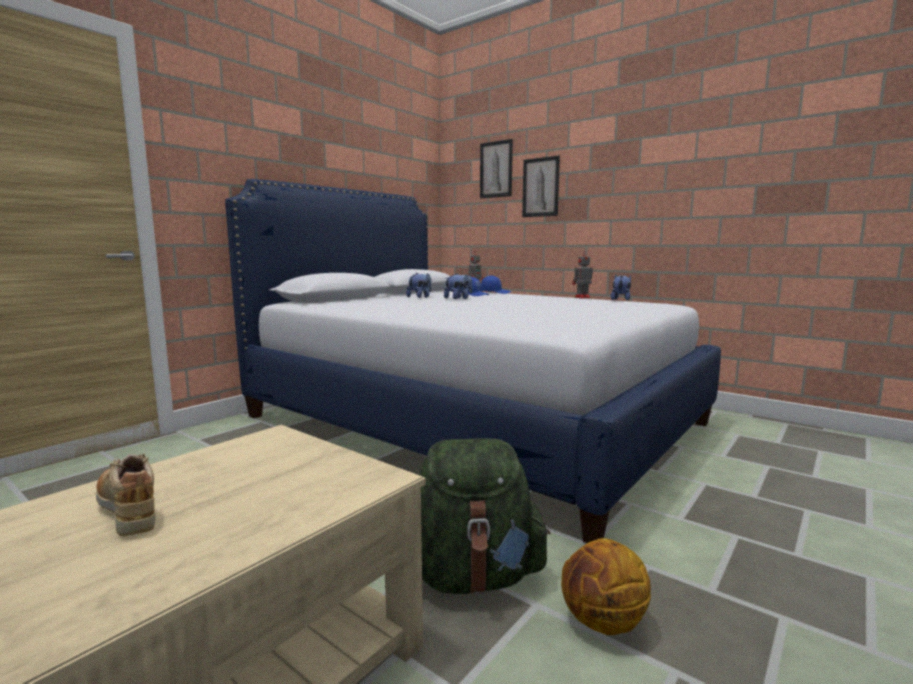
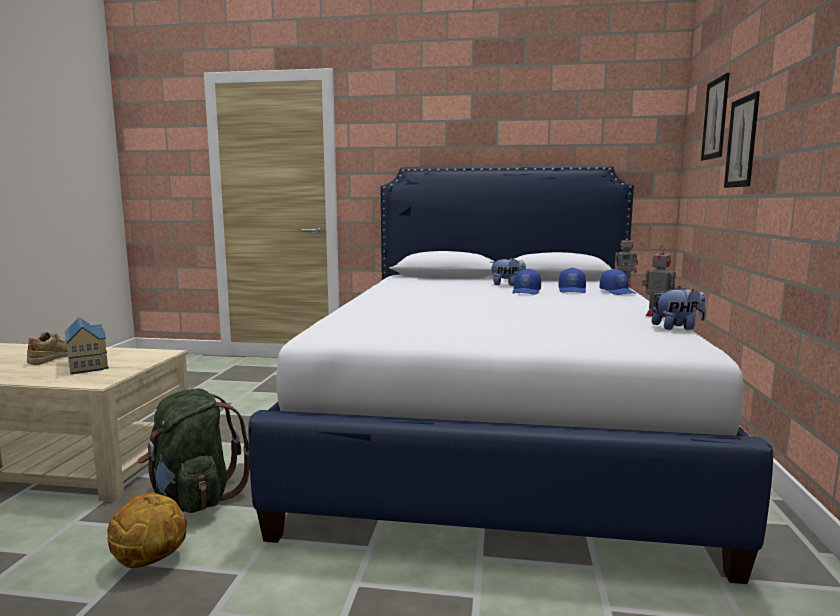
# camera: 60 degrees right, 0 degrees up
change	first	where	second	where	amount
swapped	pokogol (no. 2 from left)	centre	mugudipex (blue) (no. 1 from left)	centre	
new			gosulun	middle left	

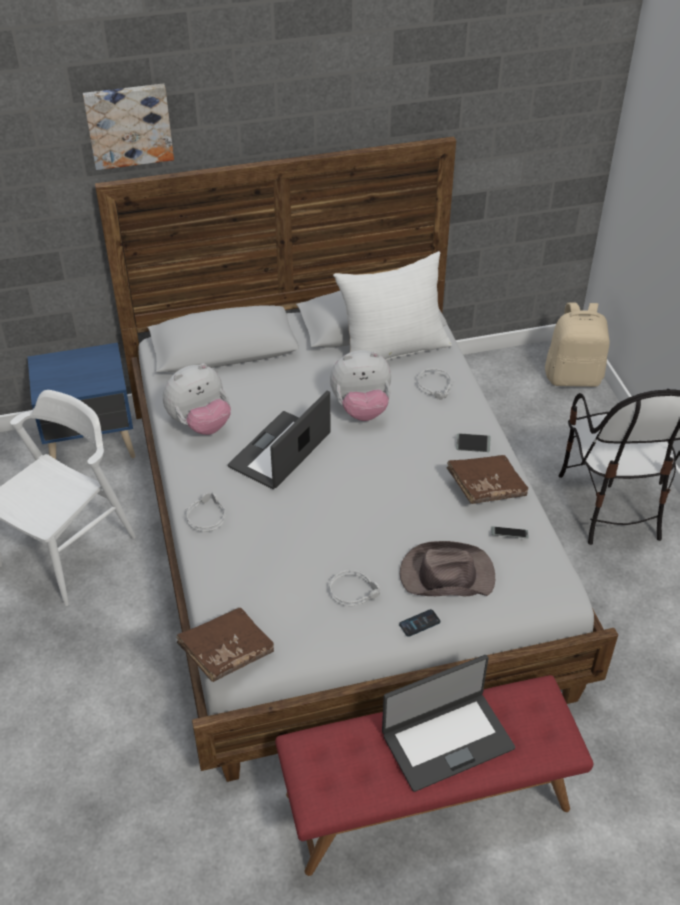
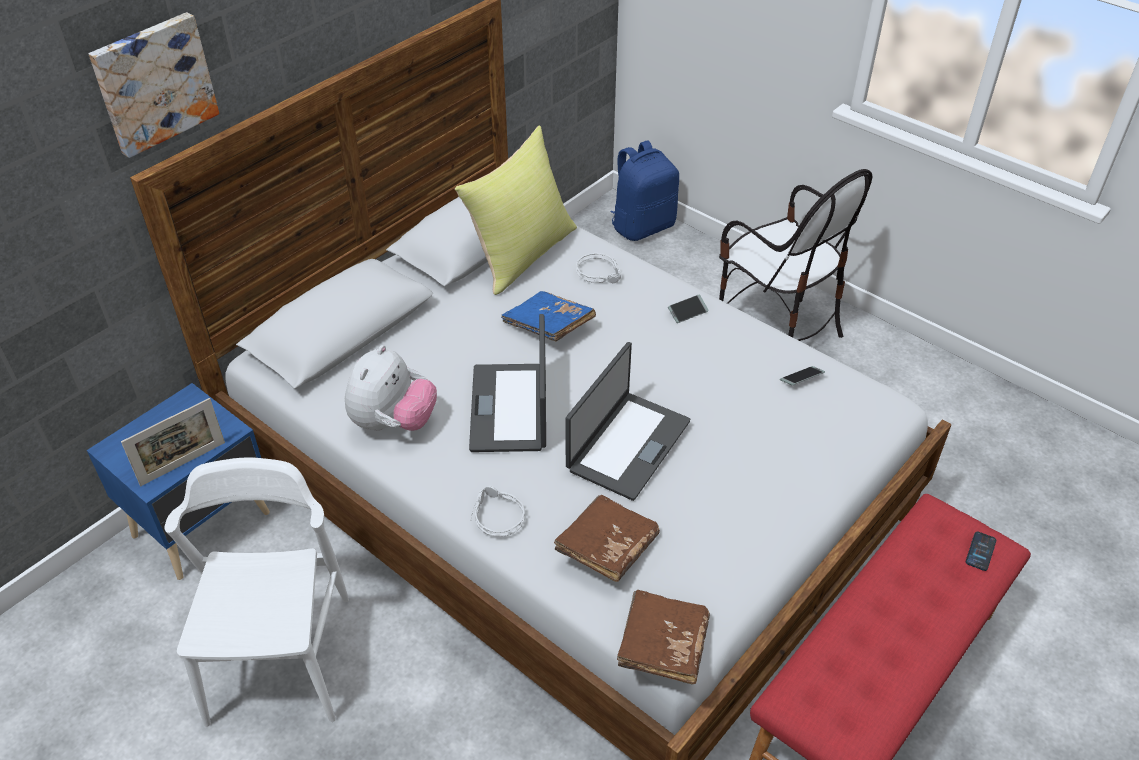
# camera: 35 degrees left, 0 degrees up
change	first	where	second	where	amount
swapped	pokogol (no. 2 from left)	centre	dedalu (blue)	centre	
gone	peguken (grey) (no. 2 from left)	centre			
repainted	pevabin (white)	centre	pevabin (yellow)	top centre	
shifted	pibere (no. 2 from left)	bottom centre		centre	
shifted	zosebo (no. 1 from left in the first image)	bottom centre	zosebo (no. 3 from left)	bottom right	
gone	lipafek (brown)	centre			
shifted	dedalu (brown) (no. 2 from left in the first image)	middle right	dedalu (brown) (no. 1 from left)	bottom centre	
repainted	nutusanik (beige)	middle right	nutusanik (blue)	top centre	
new			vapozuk	middle left	

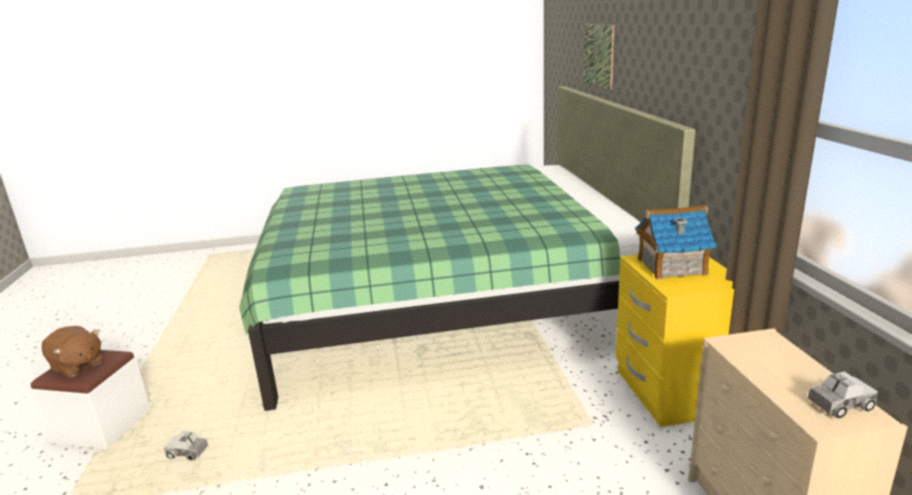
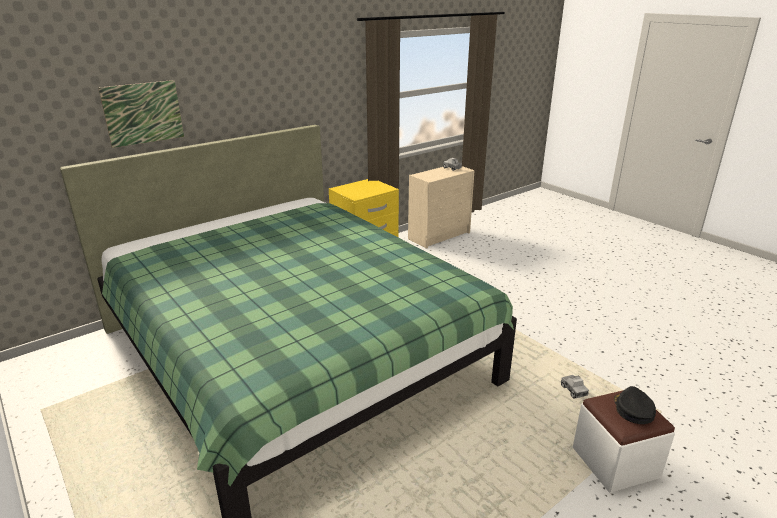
# camera: 120 degrees left, 5 degrees up
change	first	where	second	where	amount
swapped	pokogol (brown)	bottom left	mugudipex (black)	bottom right	
gone	gosulun	middle right			

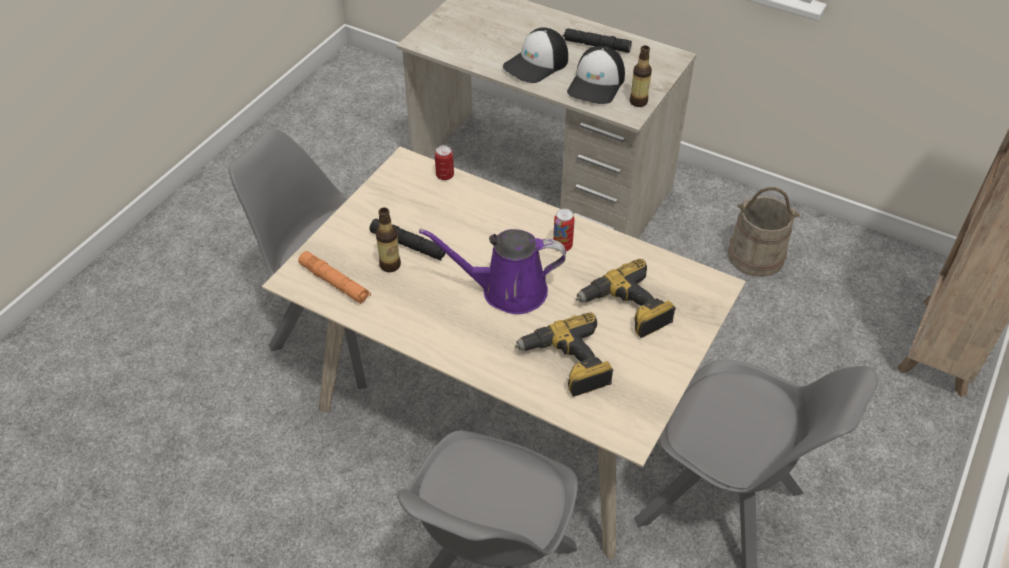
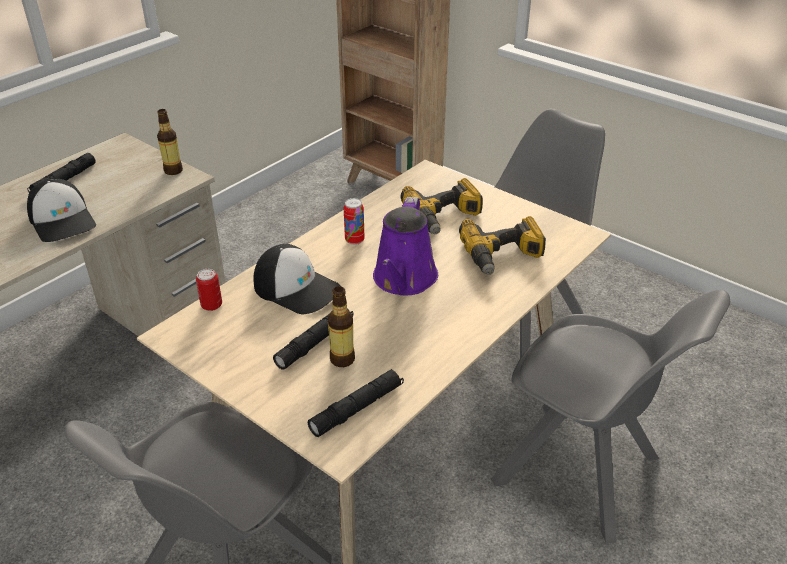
# camera: 80 degrees left, 10 degrees down
change	first	where	second	where	amount
repainted	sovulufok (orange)	middle left	sovulufok (black) (no. 3 from left)	bottom centre	
shifted	mugudipex (no. 2 from left)	top centre		centre	
gone	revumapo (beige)	middle right			

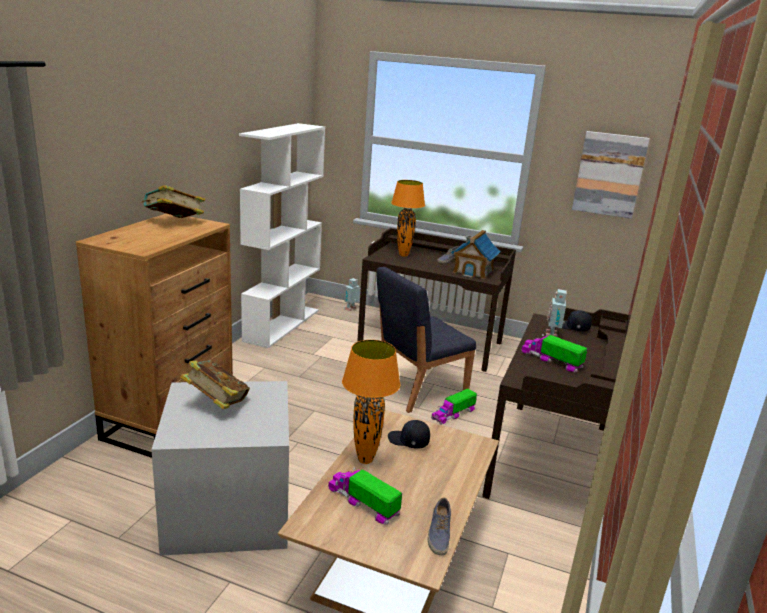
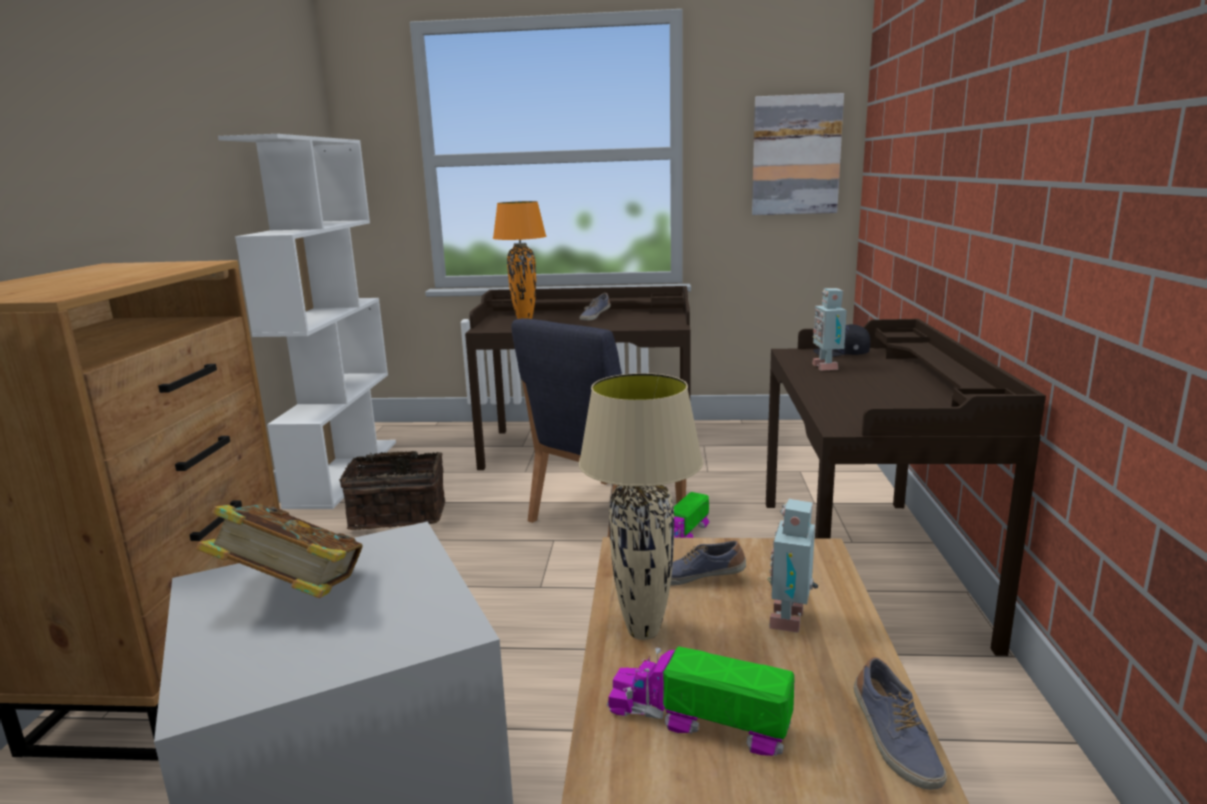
# camera: 15 degrees left, 5 degrees down
change	first	where	second	where	amount
gone	dedalu (no. 1 from left)	top left			
repainted	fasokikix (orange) (no. 1 from left)	centre	fasokikix (beige)	centre	
shifted	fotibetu (no. 1 from left)	centre		bottom centre	
swapped	mugudipex (black) (no. 1 from left)	bottom centre	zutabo (no. 2 from left)	bottom centre	
gone	gosulun	centre			
gone	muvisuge (no. 3 from left)	middle right			
new			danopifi	middle left	

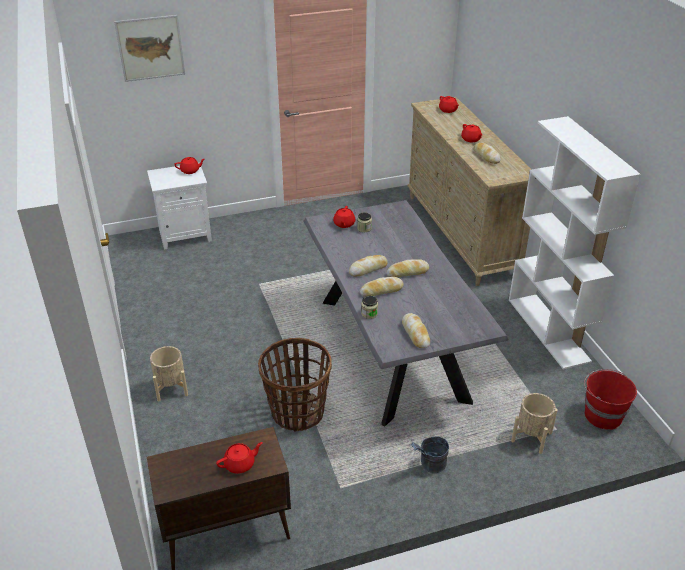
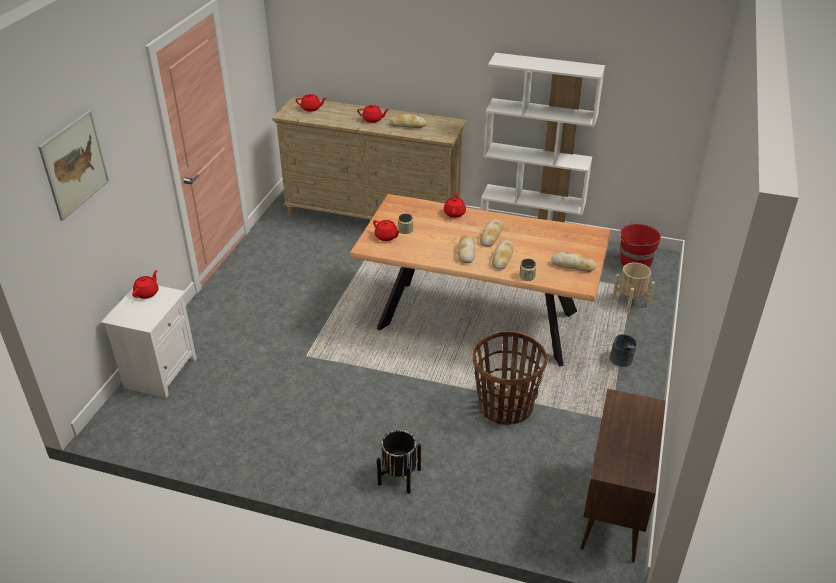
# camera: 55 degrees left, 0 degrees up
change	first	where	second	where	amount
repainted	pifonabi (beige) (no. 1 from left)	middle left	pifonabi (black)	bottom centre	
shifted	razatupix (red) (no. 2 from left in the first image)	bottom centre	razatupix (red) (no. 5 from left)	centre	
repainted	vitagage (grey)	centre	vitagage (brown)	centre	

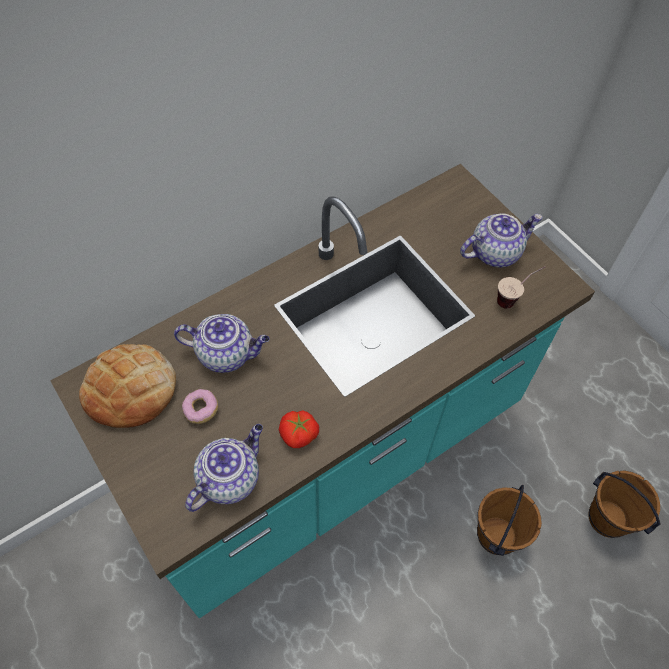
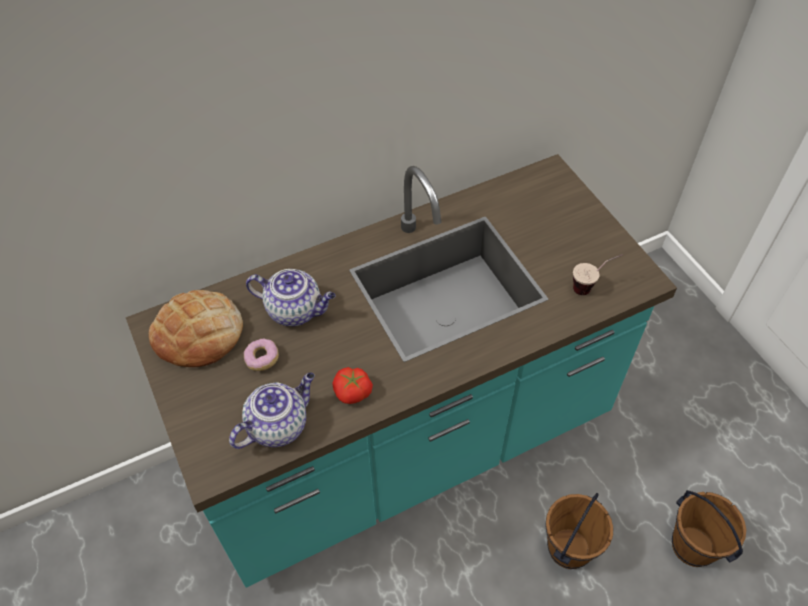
# camera: 10 degrees right, 5 degrees down
change	first	where	second	where	amount
gone	razatupix (no. 3 from left)	middle right			

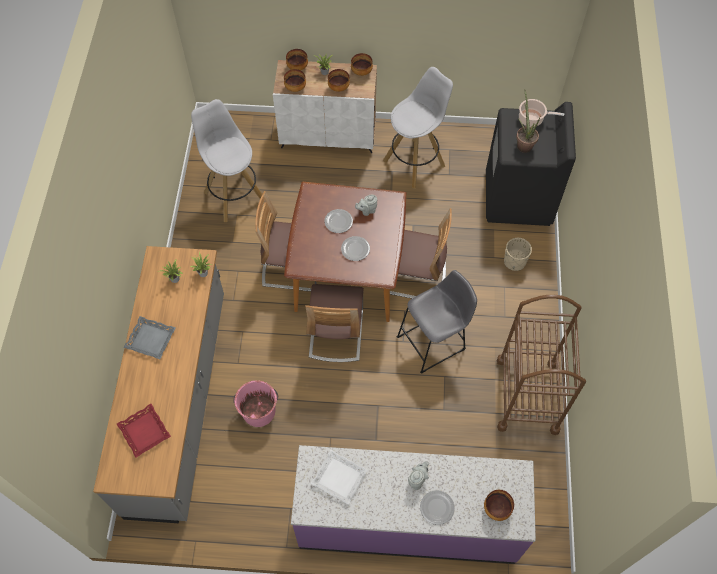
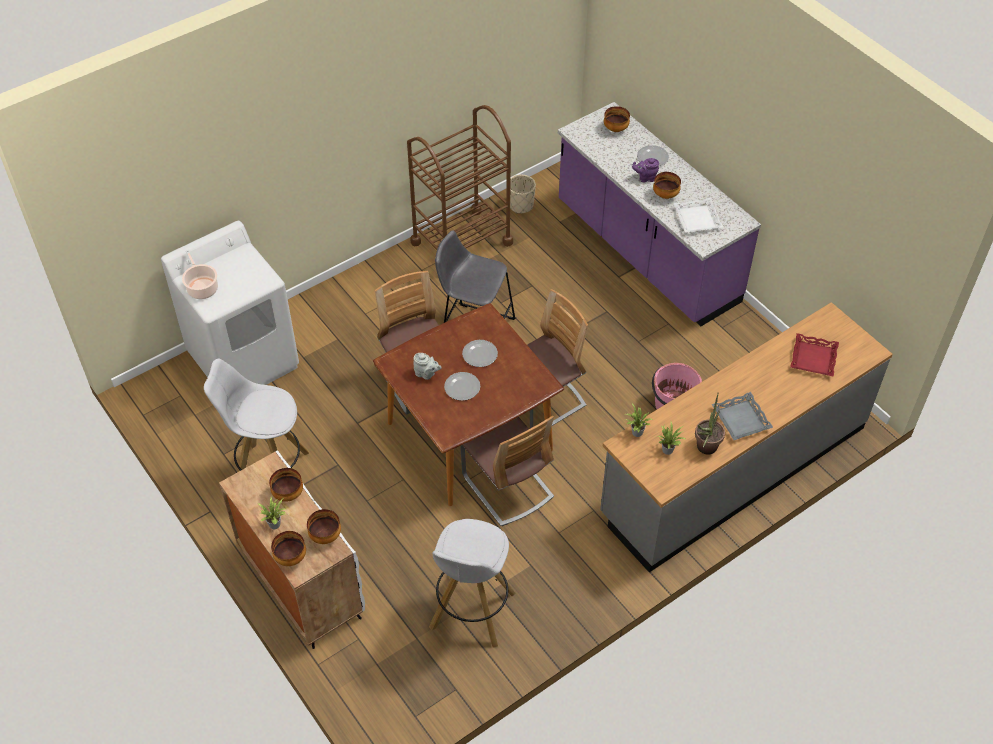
# camera: 130 degrees left, 10 degrees down
change	first	where	second	where	amount
shifted	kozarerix (no. 4 from left in the first image)	top centre	kozarerix (no. 5 from left)	top right	
repainted	razatupix (grey) (no. 2 from left)	bottom centre	razatupix (purple)	top centre	
repainted	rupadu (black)	top right	rupadu (white)	middle left	
shifted	pifonabi (beige)	middle right		top centre	
shifted	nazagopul (no. 4 from left)	top right		middle right	

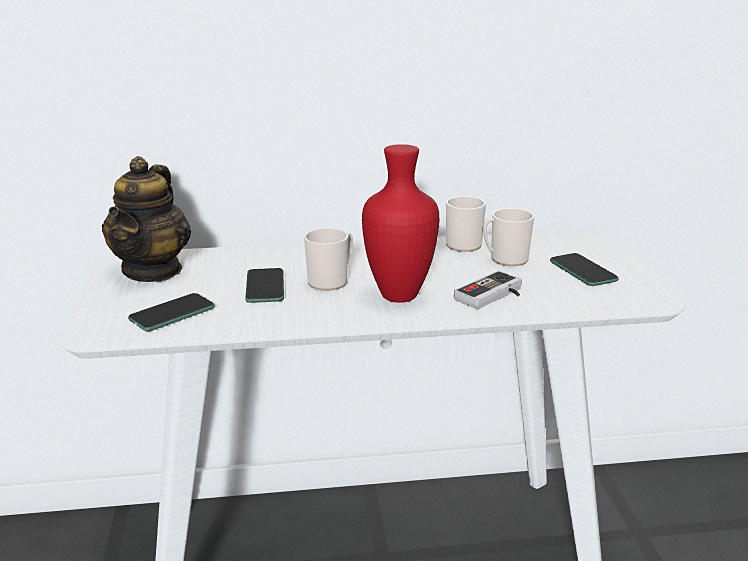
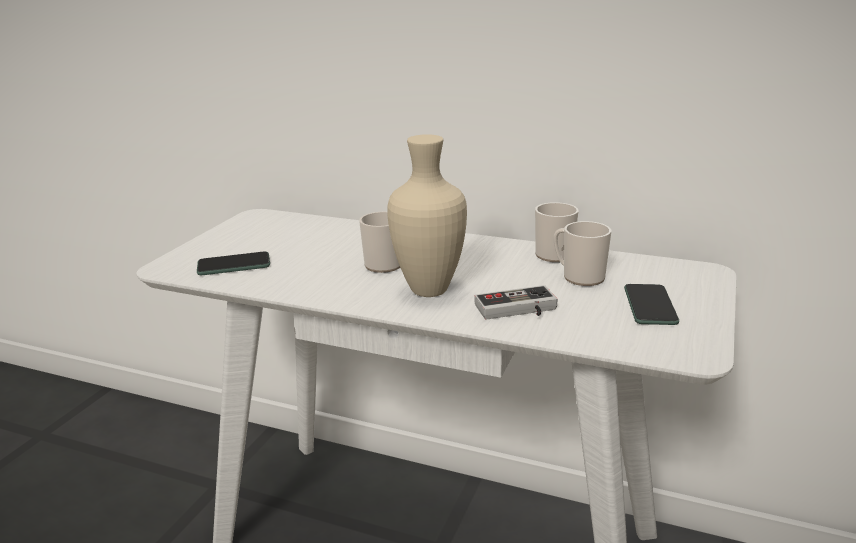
# camera: 30 degrees right, 0 degrees up
change	first	where	second	where	amount
gone	razatupix	middle left			
gone	zosebo (no. 2 from left)	centre			
repainted	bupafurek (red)	centre	bupafurek (beige)	centre	

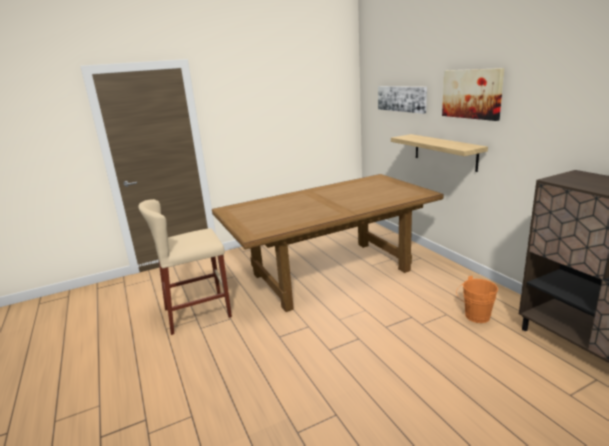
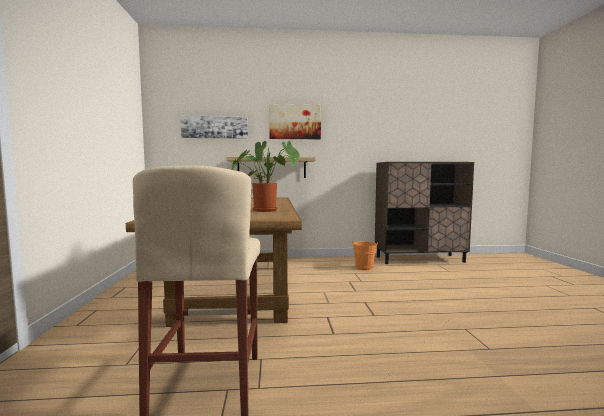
# camera: 70 degrees left, 15 degrees down
change	first	where	second	where	amount
new			nazagopul	centre	

